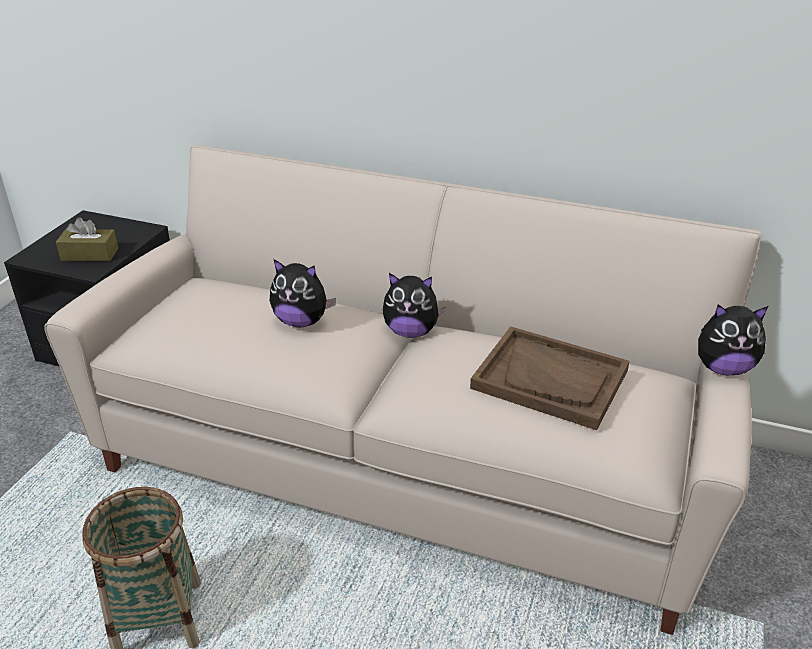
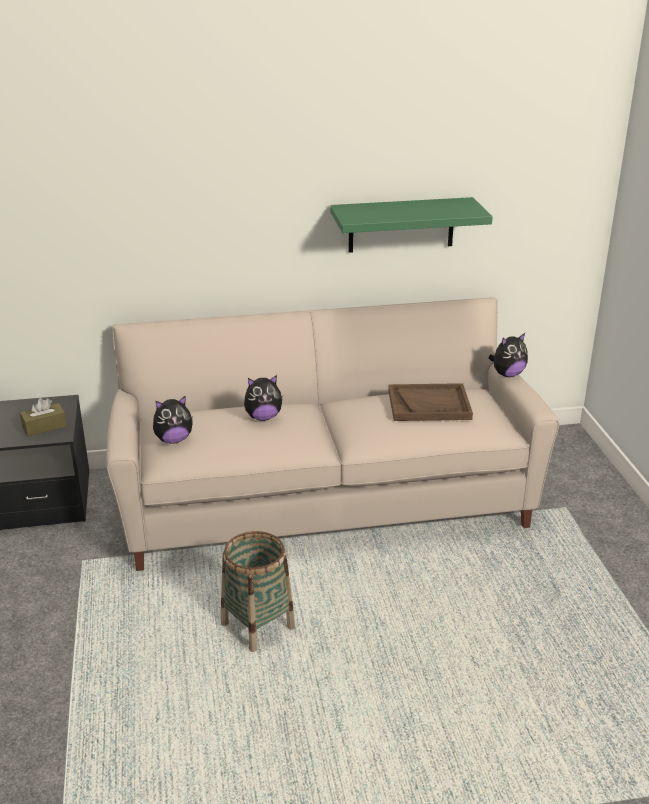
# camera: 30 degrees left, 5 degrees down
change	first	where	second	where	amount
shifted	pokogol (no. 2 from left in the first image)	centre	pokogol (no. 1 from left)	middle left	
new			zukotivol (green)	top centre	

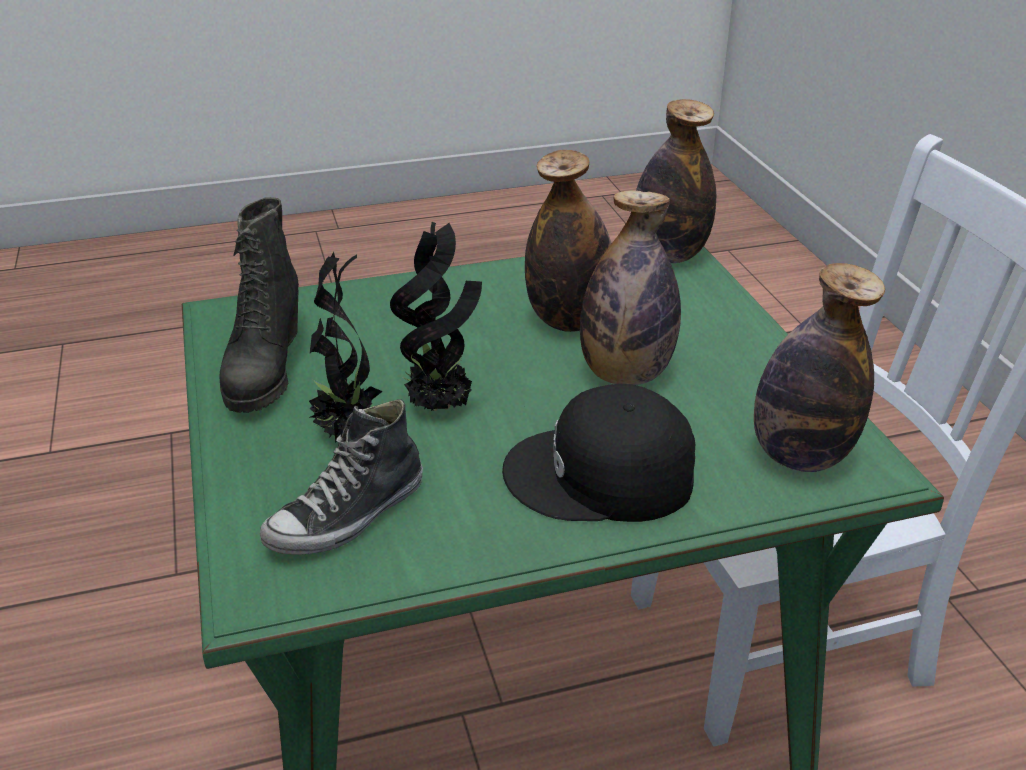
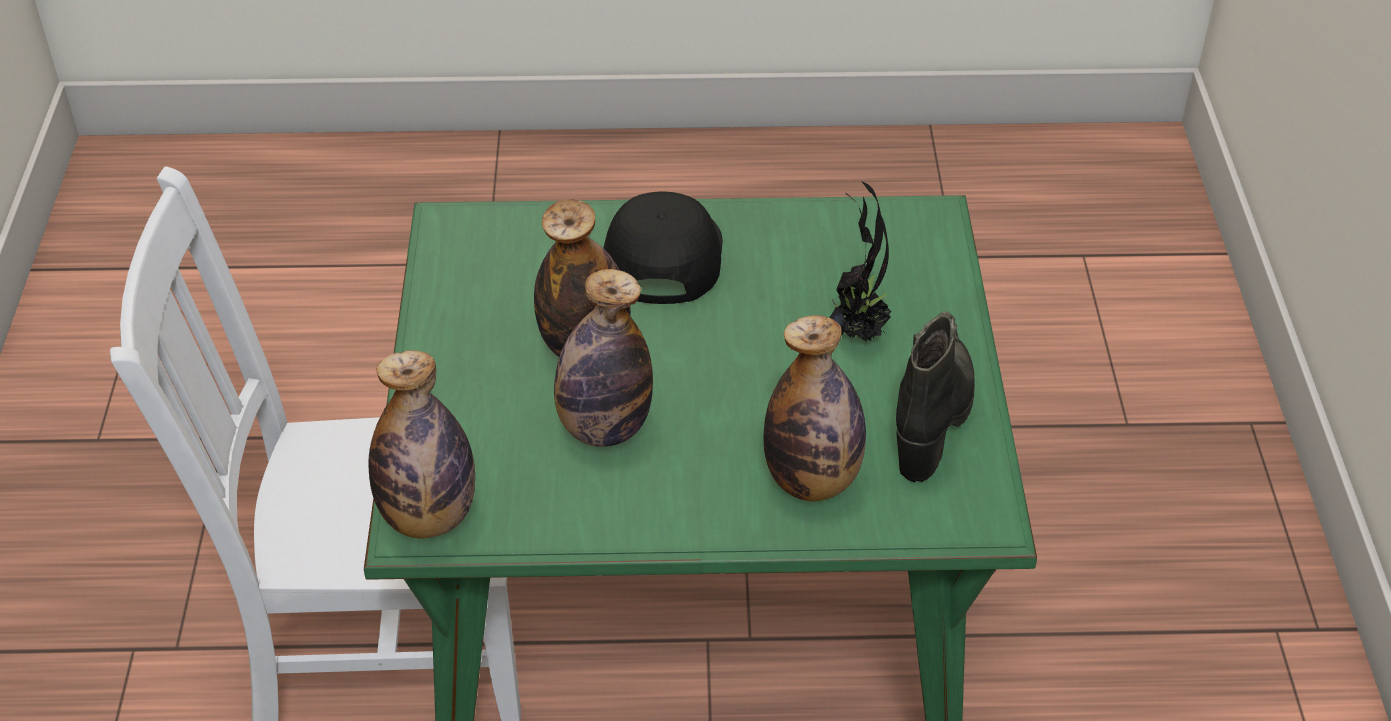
# camera: 165 degrees left, 10 degrees up
change	first	where	second	where	amount
gone	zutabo	middle left			
gone	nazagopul (no. 2 from left)	centre			
rotated	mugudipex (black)	centre		centre	105 degrees counterclockwise
shifted	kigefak (no. 4 from left)	middle right		centre	

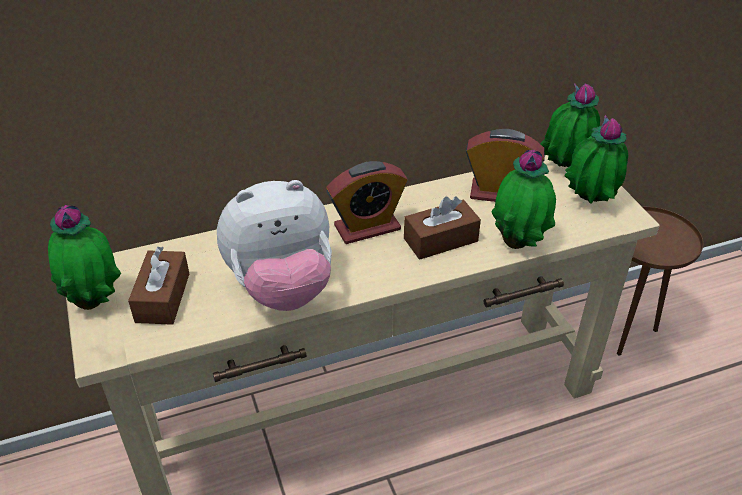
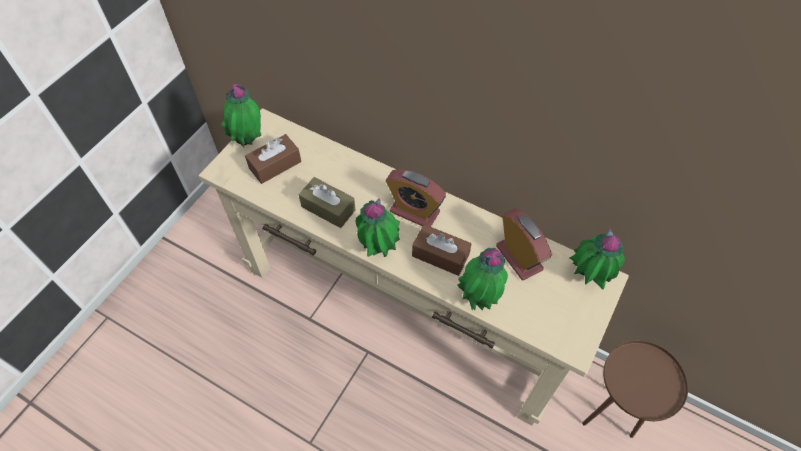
# camera: 50 degrees right, 15 degrees up
change	first	where	second	where	amount
swapped	pokogol	centre	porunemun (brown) (no. 2 from left)	centre	
shifted	nazagopul (no. 4 from left in the first image)	top right	nazagopul (no. 2 from left)	centre	

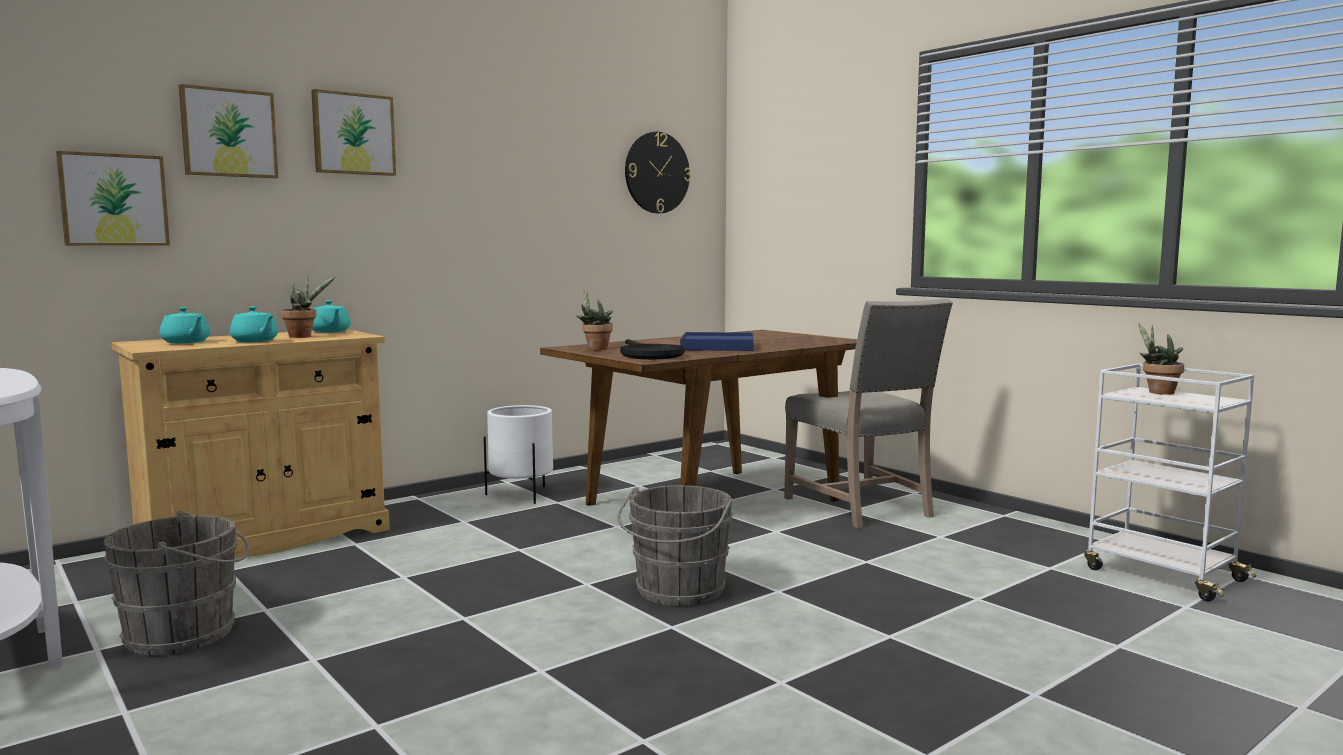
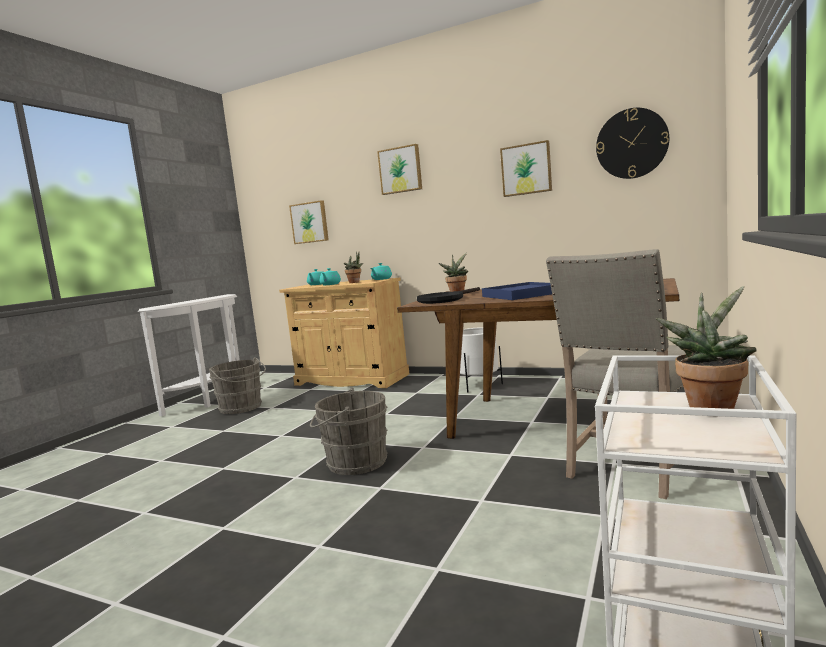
# camera: 65 degrees right, 0 degrees up
change	first	where	second	where	amount
shifted	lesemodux (no. 2 from left in the first image)	top left	lesemodux (no. 3 from left)	top centre	

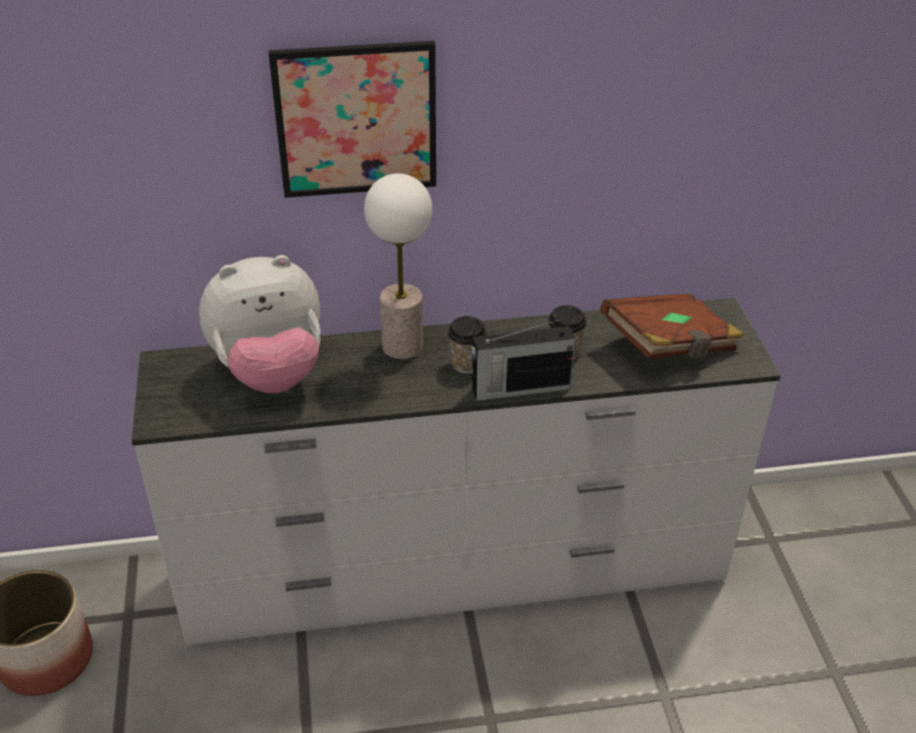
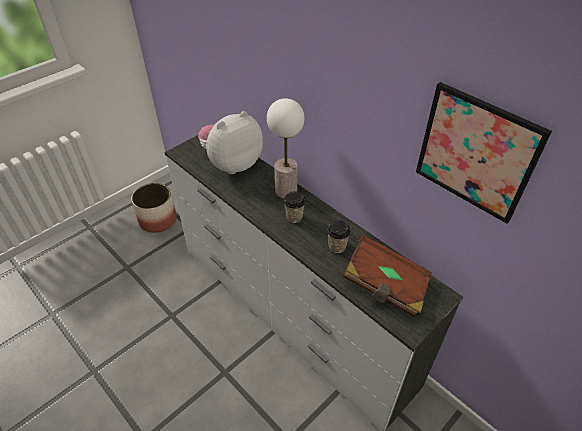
# camera: 55 degrees right, 5 degrees up
change	first	where	second	where	amount
rotated	pokogol	middle left		top centre	105 degrees clockwise
shifted	lesemodux	top centre		middle right	
gone	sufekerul	centre			

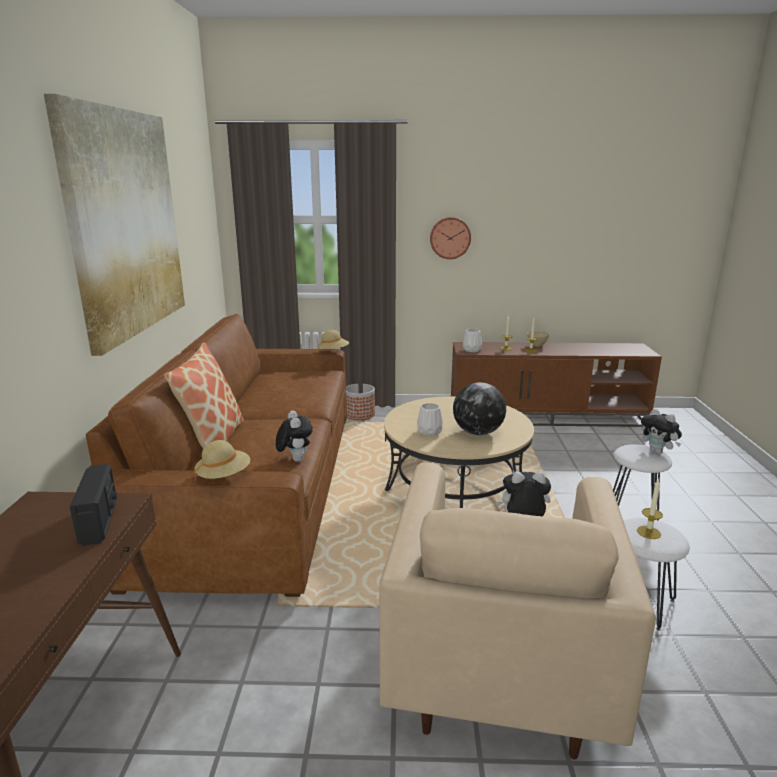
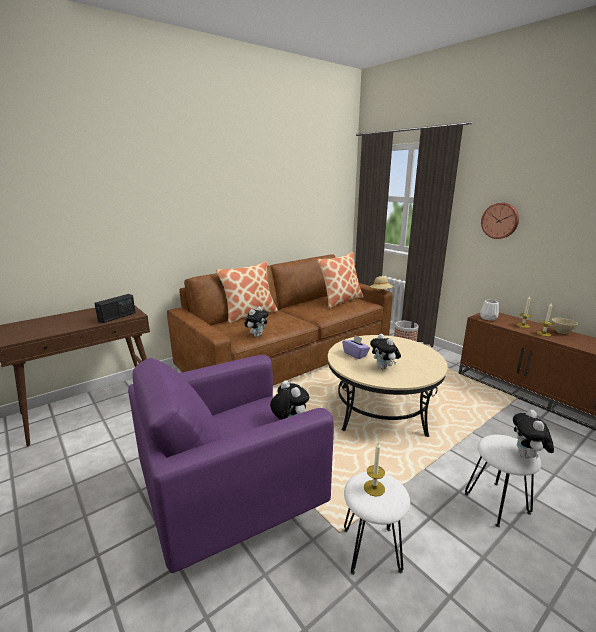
# camera: 50 degrees right, 0 degrees up
change	first	where	second	where	amount
gone	lesemodux	top left			
gone	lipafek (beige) (no. 1 from left)	middle left			
repainted	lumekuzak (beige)	bottom centre	lumekuzak (purple)	bottom centre	
swapped	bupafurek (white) (no. 1 from left)	centre	porunemun (purple)	centre	
swapped	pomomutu	centre	pokogol (no. 3 from left)	centre	
new			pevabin (no. 2 from left)	centre	

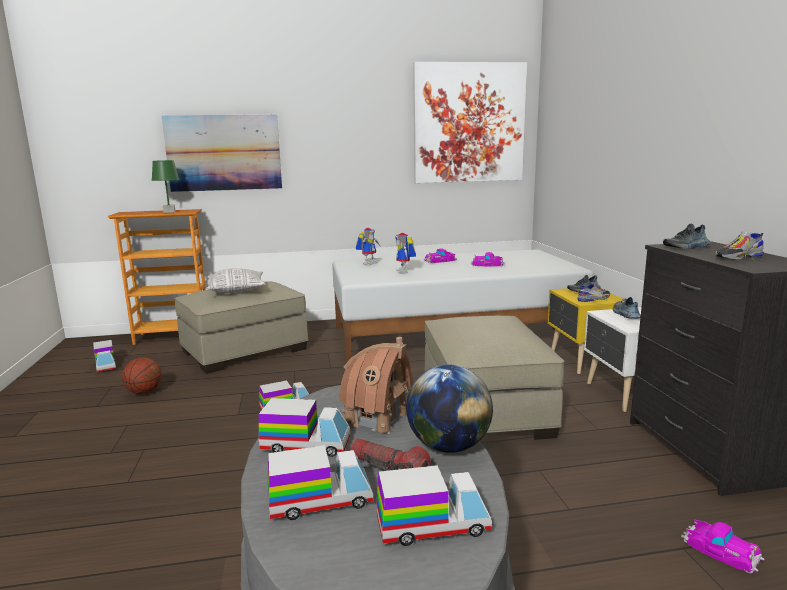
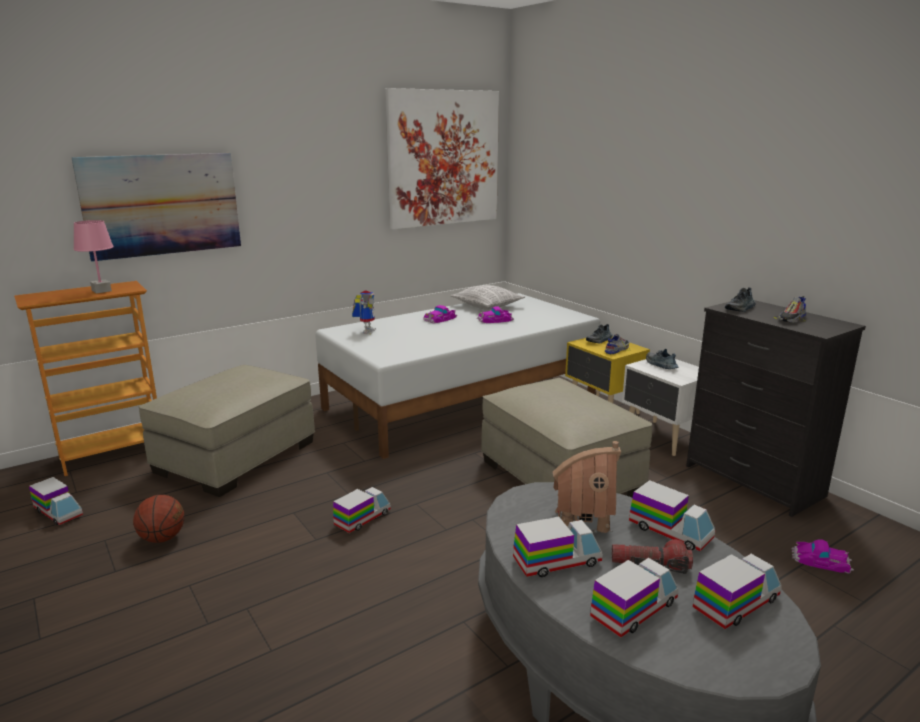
# camera: 25 degrees left, 5 degrees up
change	first	where	second	where	amount
repainted	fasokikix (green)	top left	fasokikix (pink)	middle left	
shifted	pevabin	middle left		centre	
gone	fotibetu (no. 2 from left)	centre			
swapped	pomomutu	bottom centre	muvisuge (no. 5 from left)	bottom right	

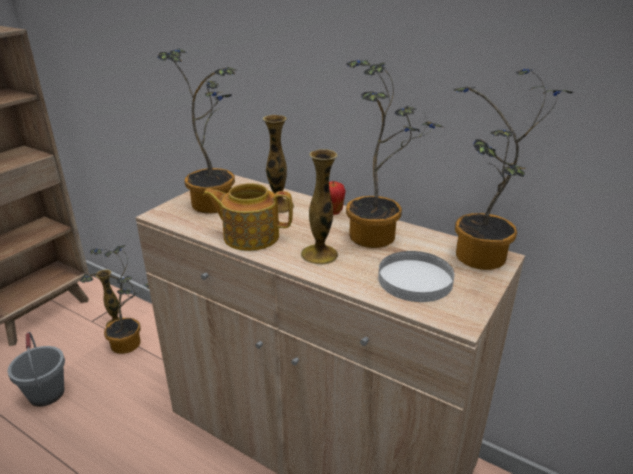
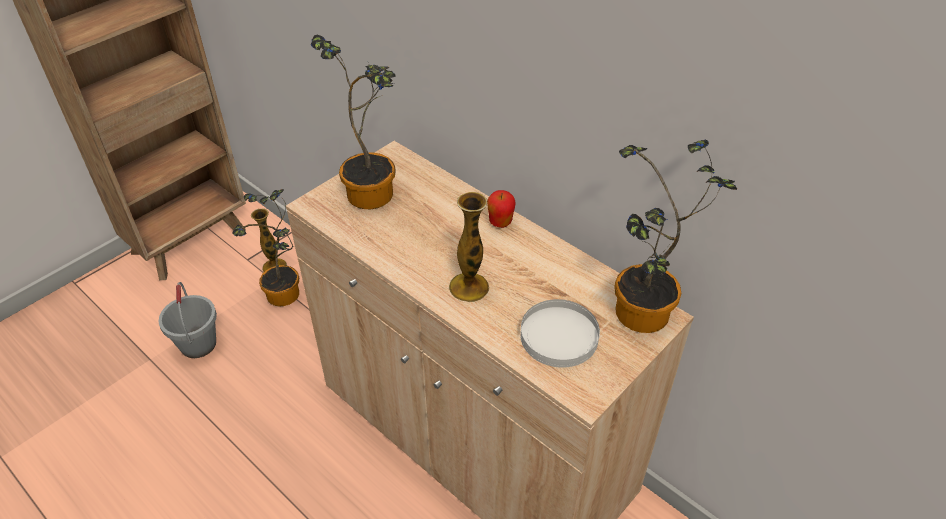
# camera: 10 degrees right, 15 degrees up
change	first	where	second	where	amount
gone	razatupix	centre			
gone	bupafurek (no. 2 from left)	centre			
gone	nazagopul (no. 3 from left)	top centre			

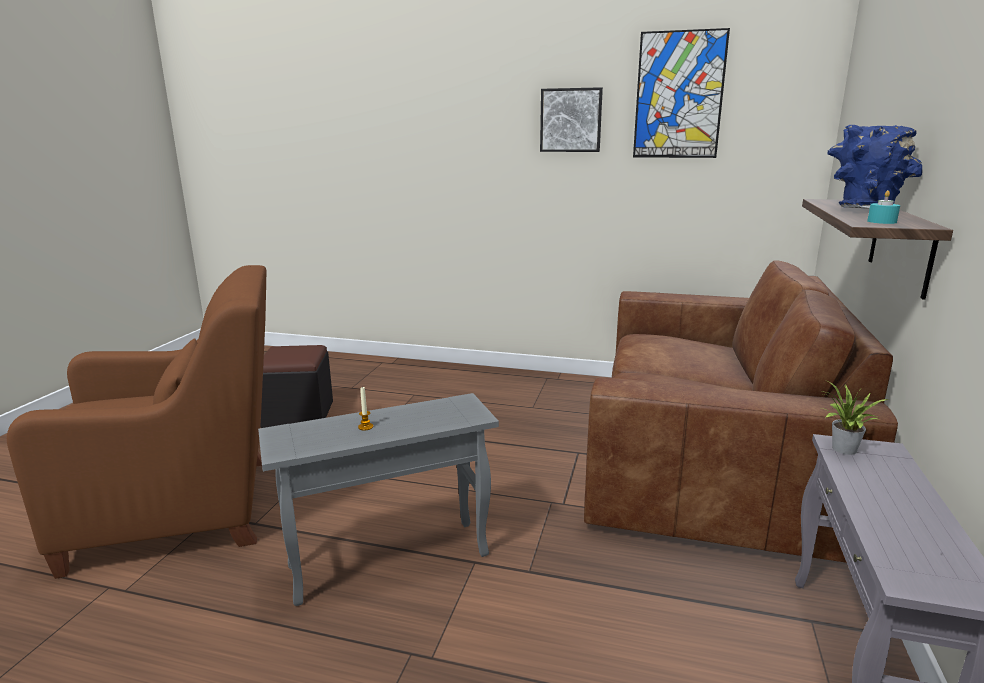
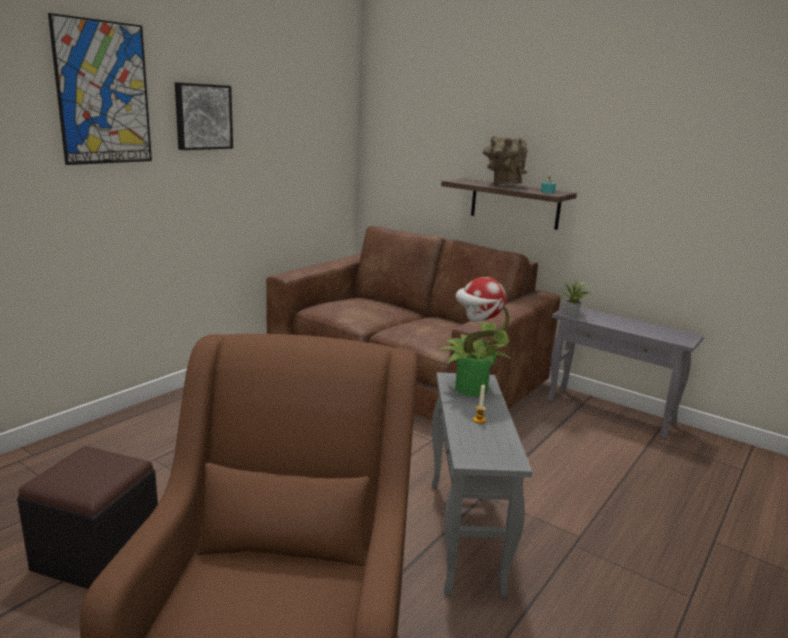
# camera: 70 degrees left, 0 degrees up
change	first	where	second	where	amount
shifted	lesemodux (no. 2 from left in the first image)	top right	lesemodux (no. 1 from left)	top left	
repainted	bupafurek (blue)	top right	bupafurek (brown)	top centre	
new			nazagopul (no. 1 from left)	centre	

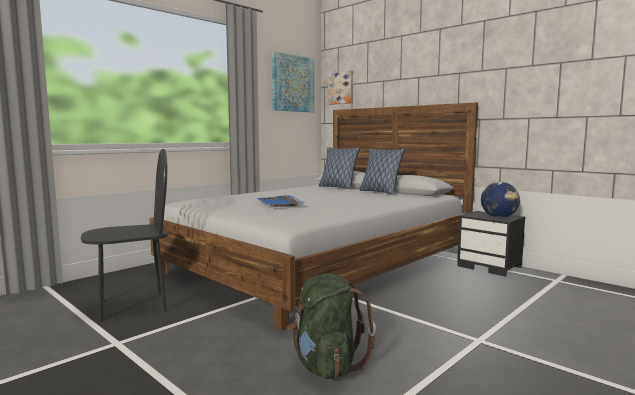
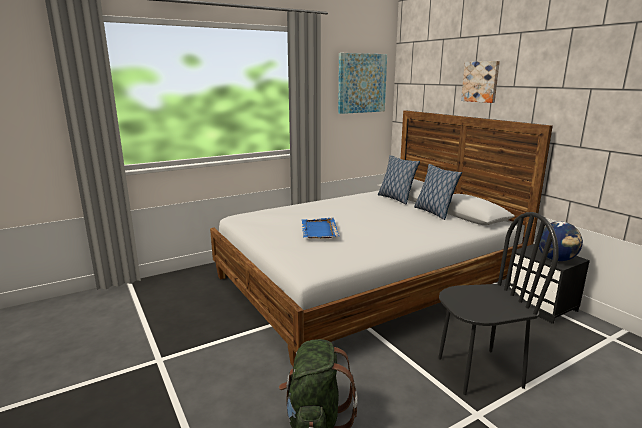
# camera: 15 degrees right, 10 degrees up
change	first	where	second	where	amount
shifted	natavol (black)	middle left		bottom right	
shifted	lesemodux (no. 2 from left)	top centre		top right	

